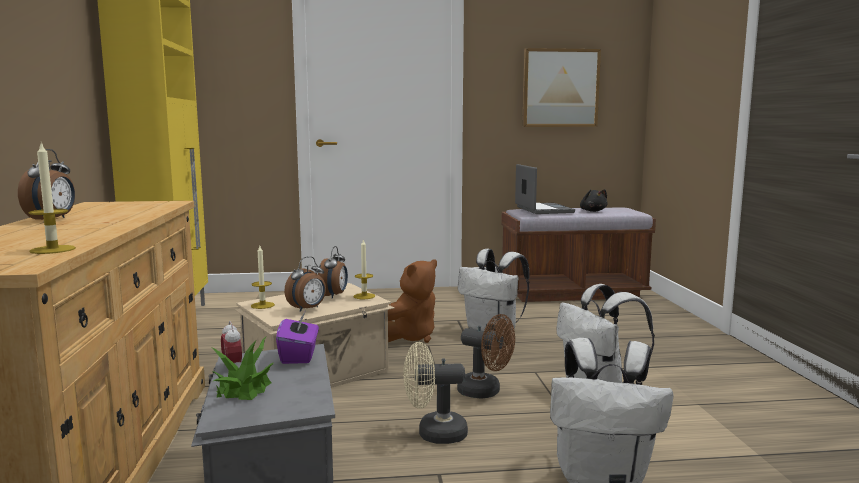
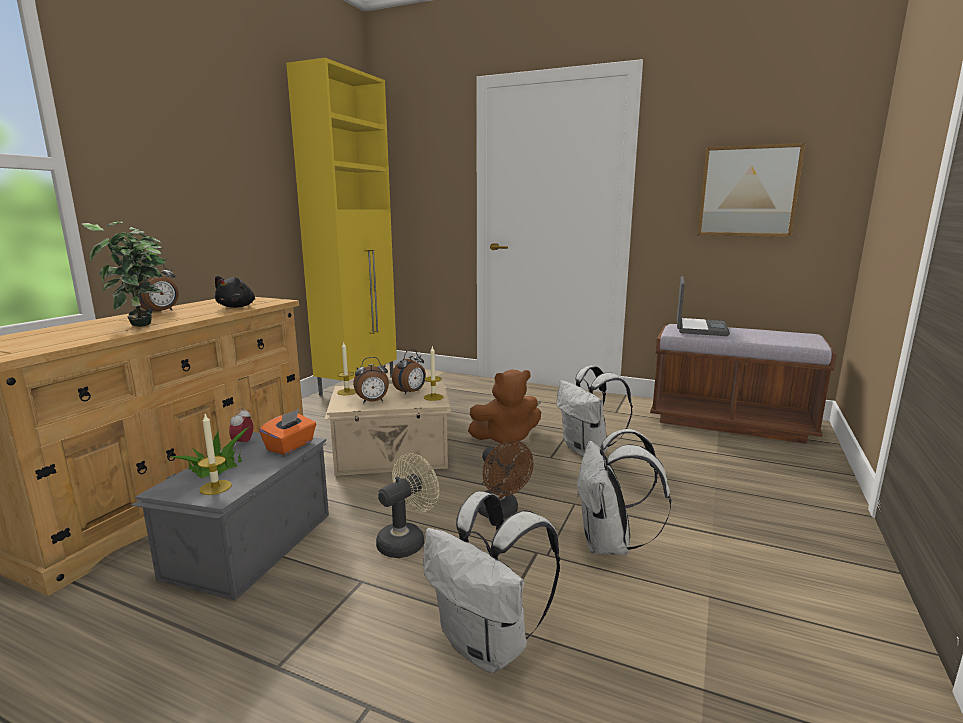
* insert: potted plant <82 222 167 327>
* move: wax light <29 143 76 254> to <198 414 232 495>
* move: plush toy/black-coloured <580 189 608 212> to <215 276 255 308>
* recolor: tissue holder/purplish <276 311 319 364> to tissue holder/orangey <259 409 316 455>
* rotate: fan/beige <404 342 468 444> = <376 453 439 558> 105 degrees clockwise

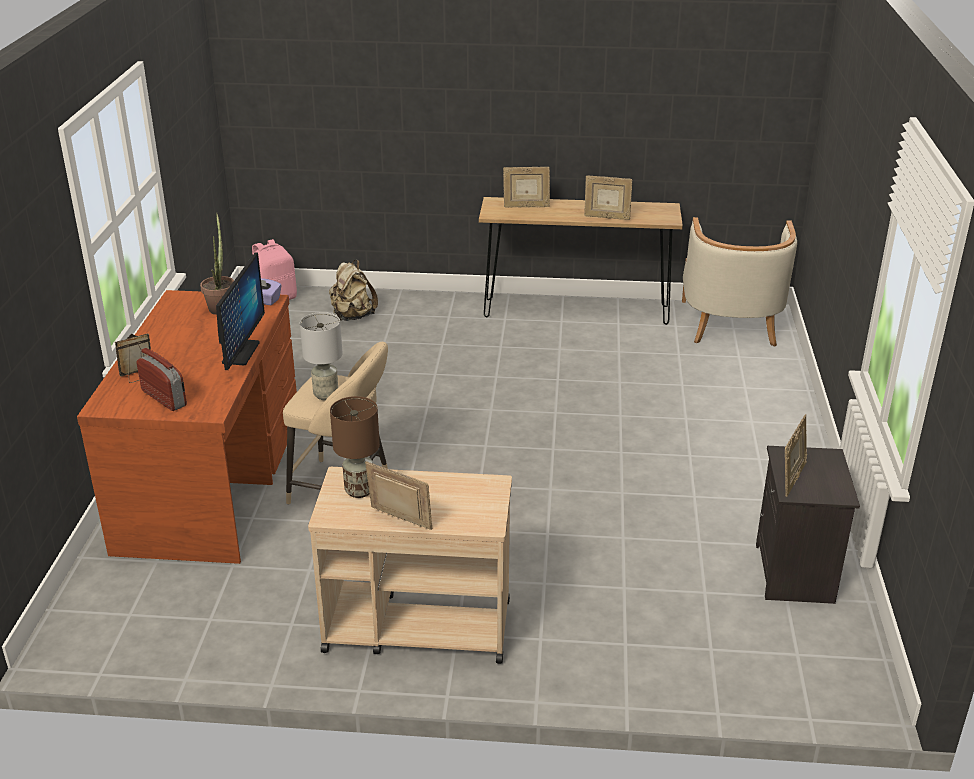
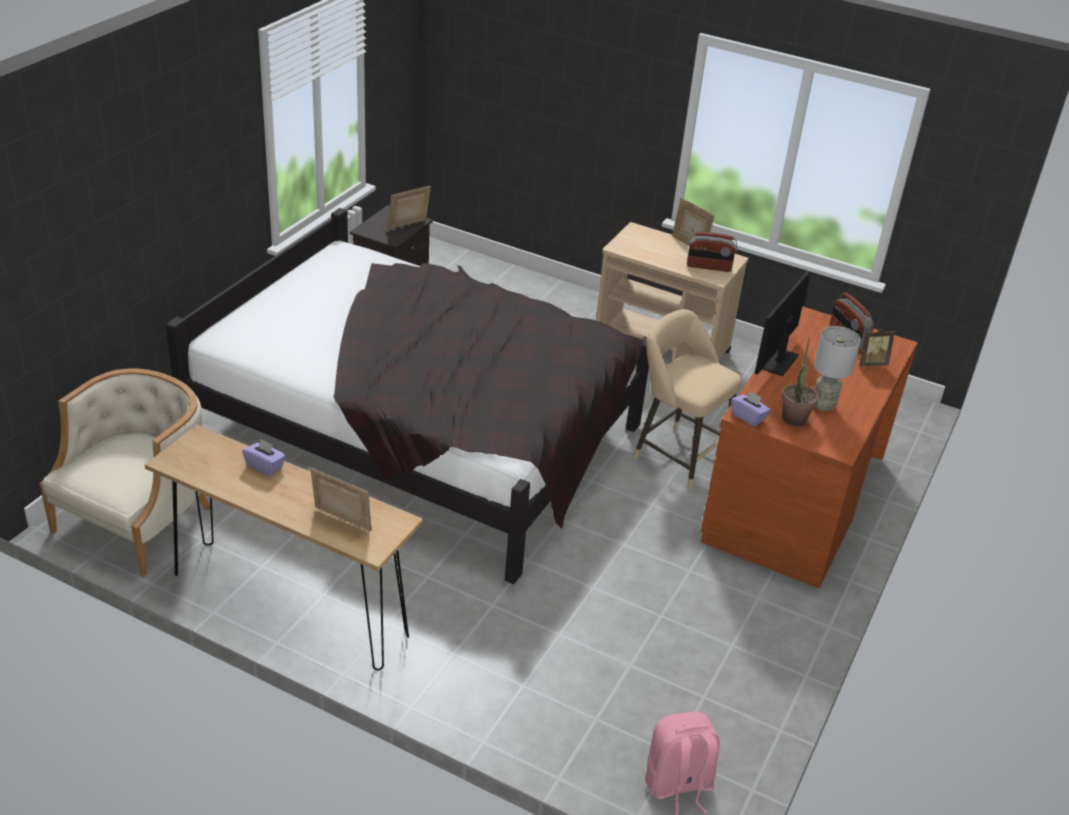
* delete: rucksack/beige <329 260 378 321>
* insert: sleeping bed/black-coloured <166 208 649 584>
* move: table lamp/grey <300 312 343 400> to <814 326 861 411>
* replace: table lamp/brown-coloured <330 396 380 498> to radio <687 232 737 272>
* replace: standing frame <584 175 632 220> to tissue holder/purplish <242 438 286 476>

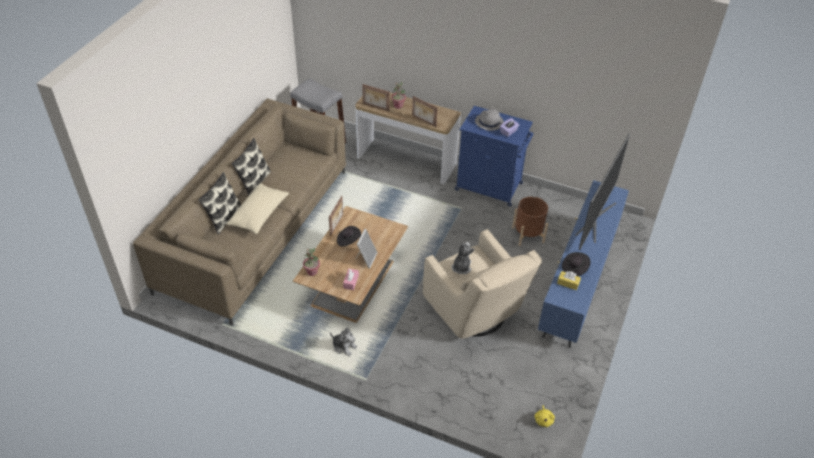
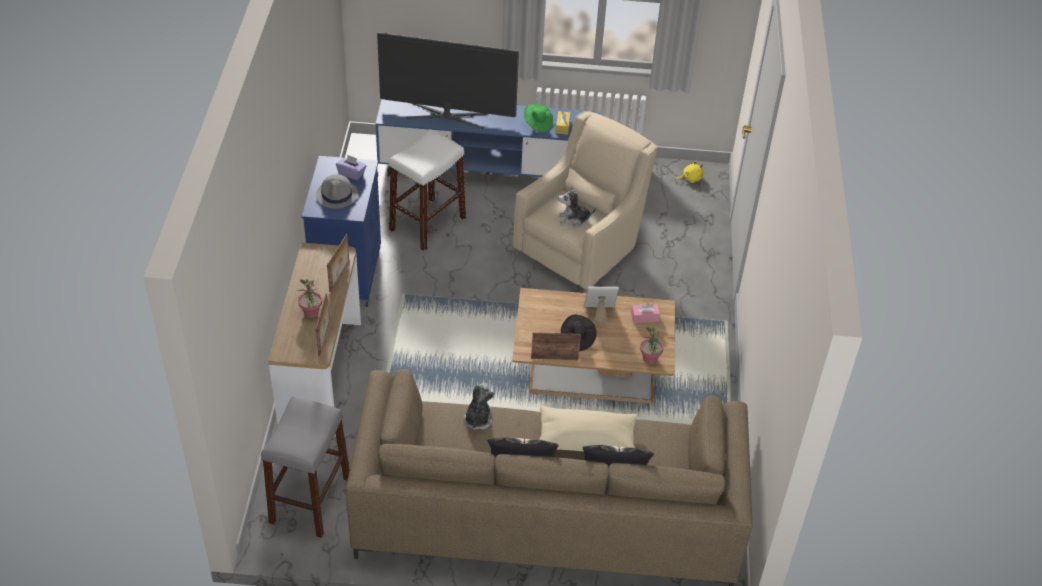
* move: plush toy <330 327 357 356> to <464 382 495 429>
* replace: planter/brown-coloured <512 197 548 246> to stool seat/white <389 129 466 251>
* recolor: hat/black-coloured <562 252 590 276> to hat/green <524 104 553 133>

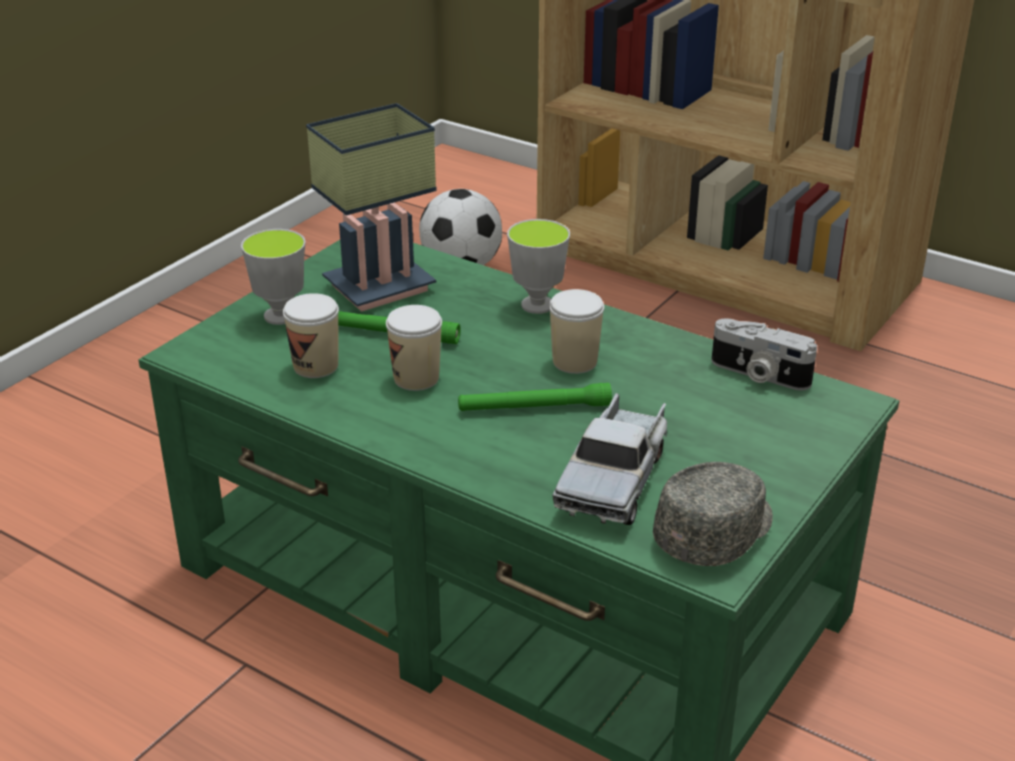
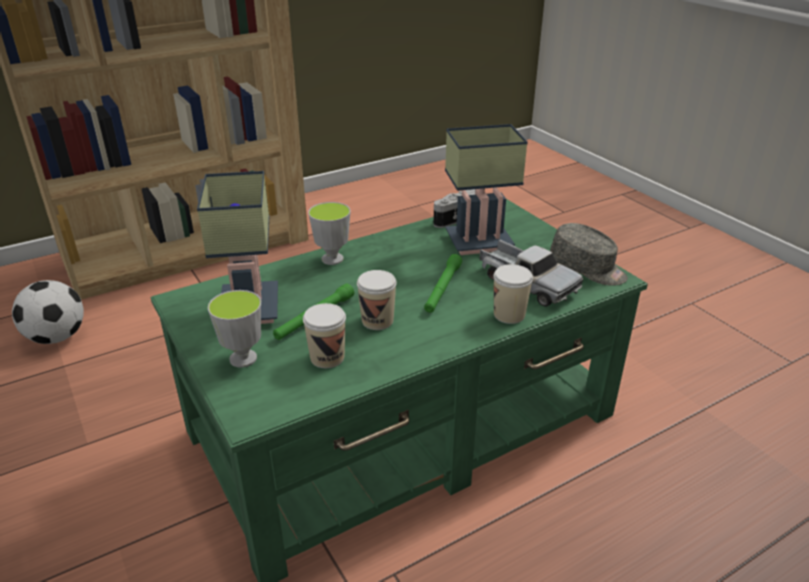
* insert: table lamp <445 124 528 255>
* move: small cup <549 289 604 374> to <493 264 533 324>
* rotate: peaked cap/grey <653 462 773 566> = <550 223 628 286> 150 degrees clockwise

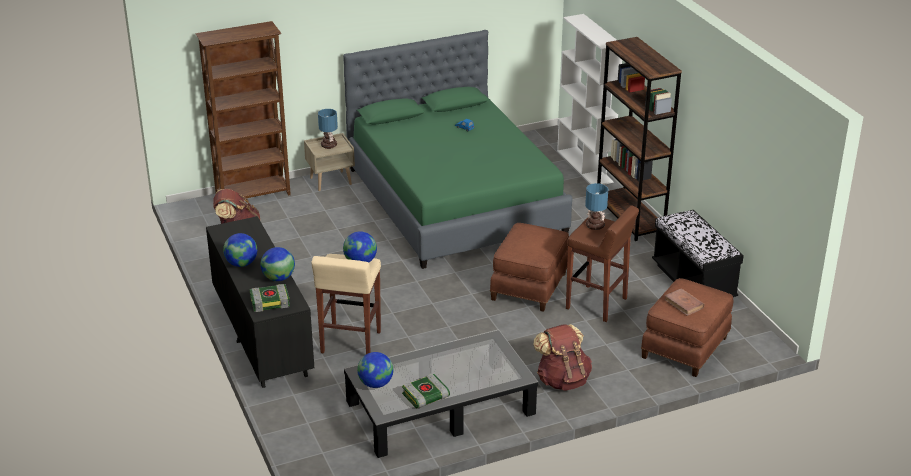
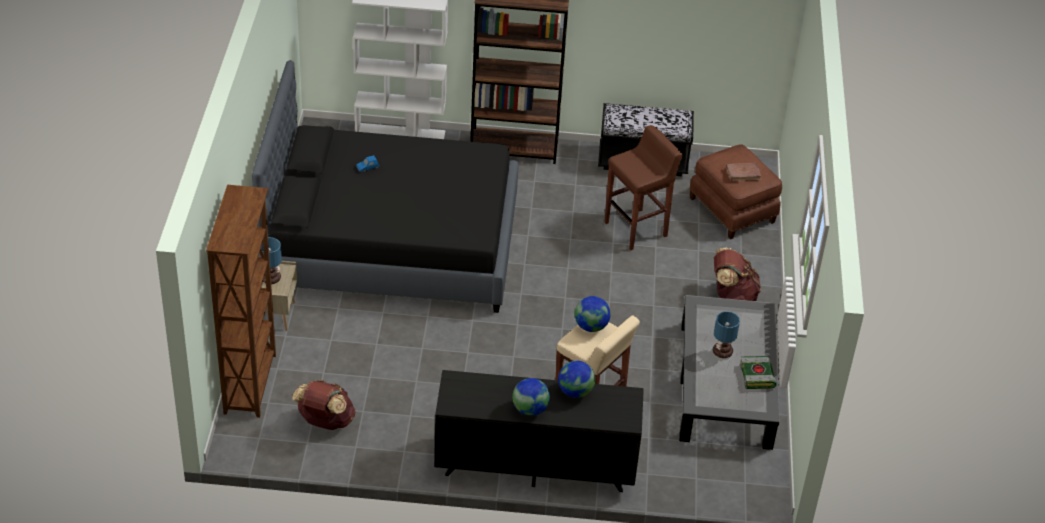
* delete: bound book <250 284 290 312>
* delete: world globe <357 352 393 388>
* delete: footrest/brown-coloured <490 223 569 312>
* move: table lamp <585 183 608 230> to <713 311 740 358>
* recolor: sleeping bed/green <343 30 573 269> to sleeping bed/black-coloured <252 60 519 313>

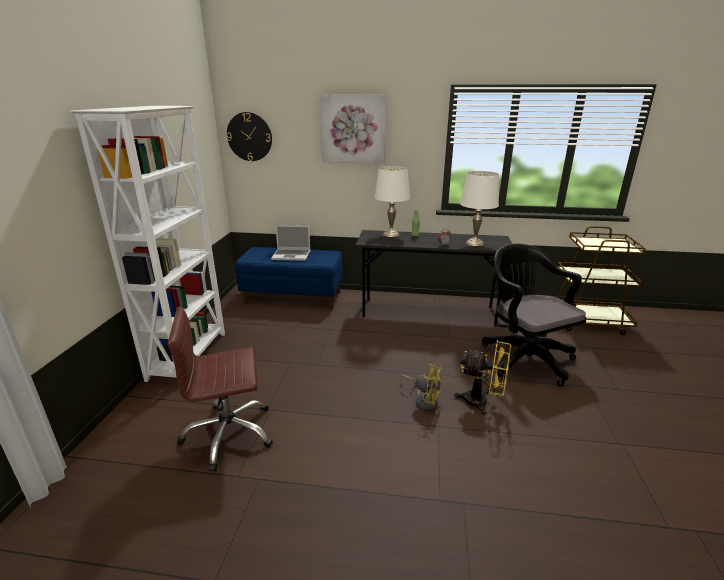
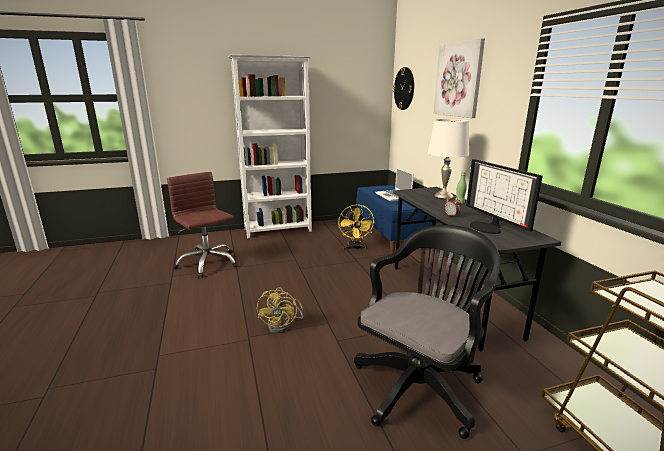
* move: fan/yellowish <454 340 511 415> to <338 204 375 250>
* replace: table lamp/white <460 171 499 246> to computer display <466 159 543 234>

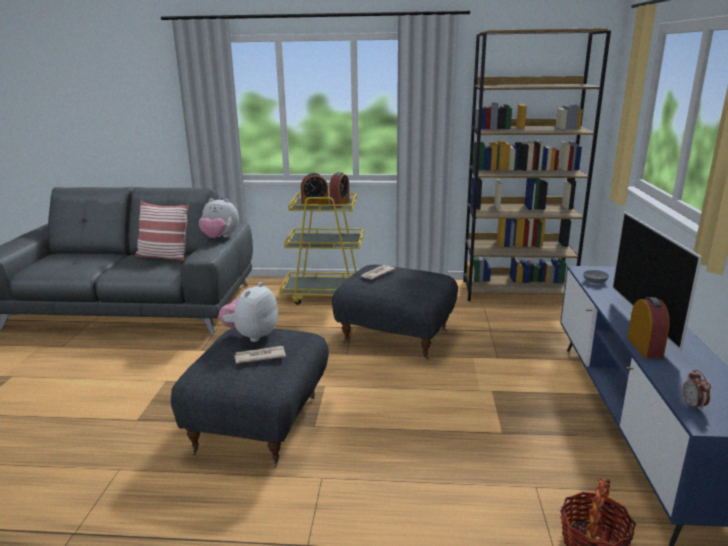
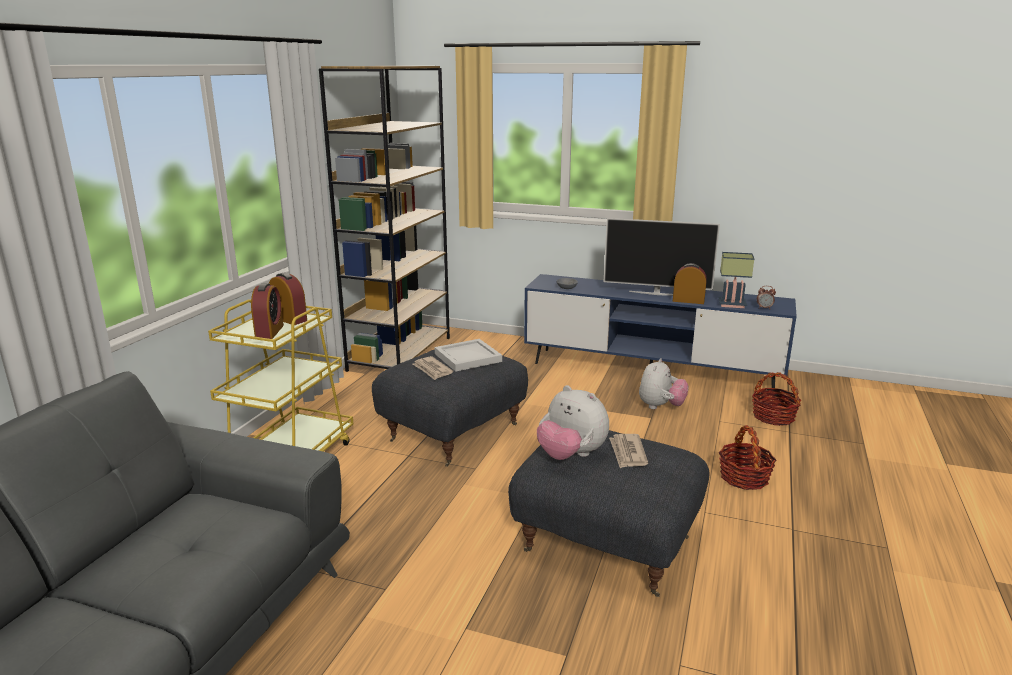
* delete: throw pillow <135 201 189 261>
* insert: tray/white <435 339 502 372>
* insert: table lamp <718 252 754 308>
* insert: storage basket <719 425 776 490>
* move: plush toy <199 198 239 238> to <639 358 689 409>

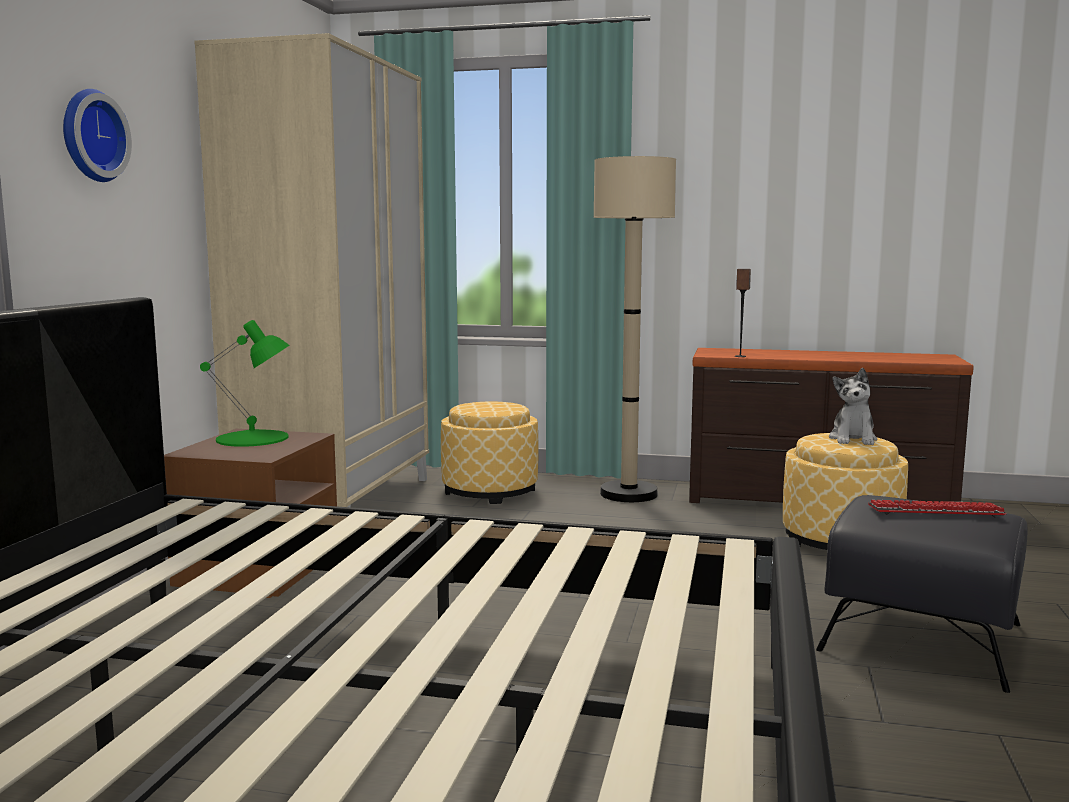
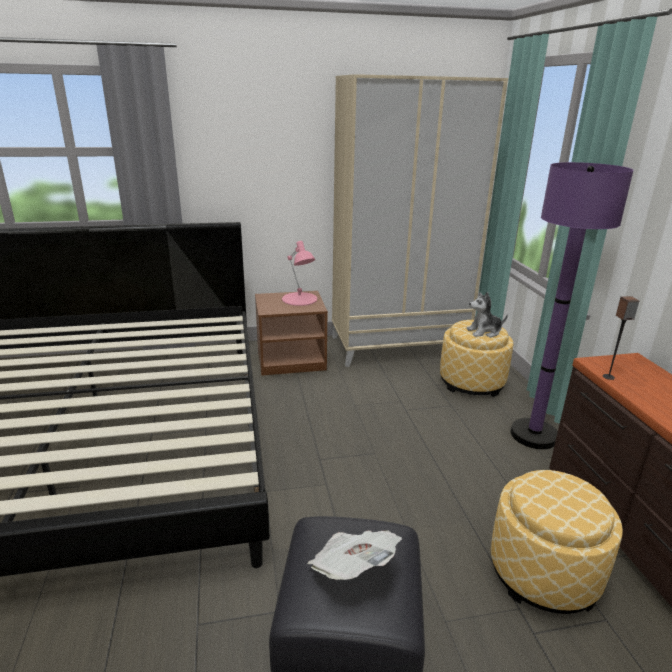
* delete: wall clock <63 89 132 182>
* move: plush toy <829 368 877 445> to <466 292 508 337>
* replace: computer keyboard <868 500 1007 518> to daily paper <307 530 402 580>
* recolor: table lamp/green <200 320 290 447> to table lamp/pinkish <282 241 317 306>
* recolor: floor lamp/beige <593 156 676 502> to floor lamp/purplish <510 162 634 449>

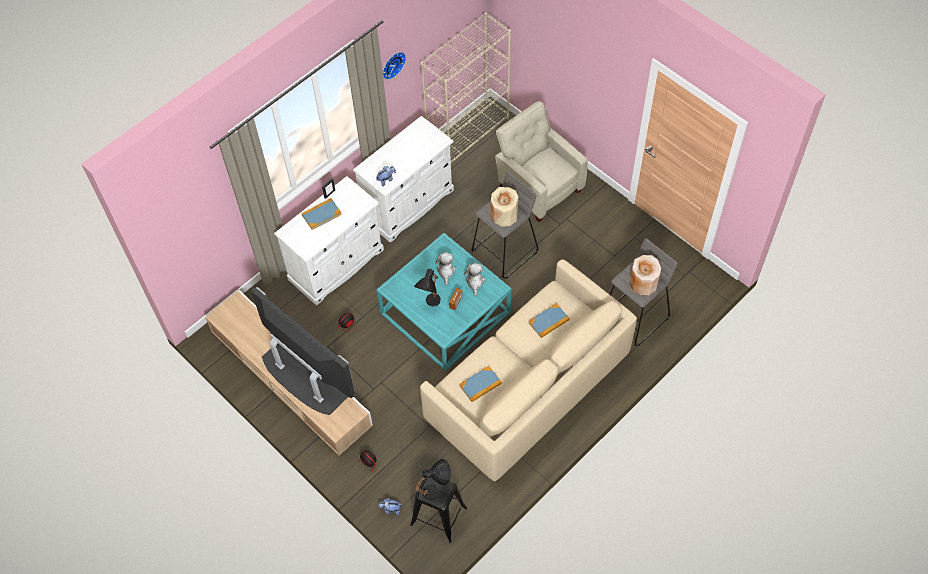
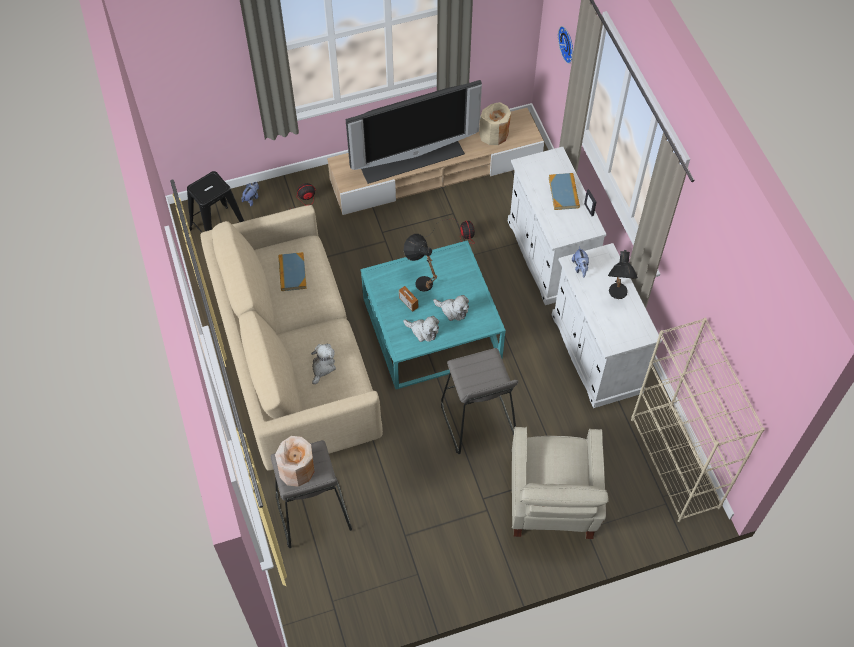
* move: wall clock <383 52 406 80> to <558 26 573 64>
* move: table lamp/black-coloured <415 459 451 500> to <608 250 638 299>
* move: vase/beige <491 187 518 227> to <479 102 511 145>
* replace: bound book <529 303 570 338> to plush toy <311 344 336 384>
* rotate: armchair/beige <495 101 588 222> = <512 427 609 539> 105 degrees clockwise

